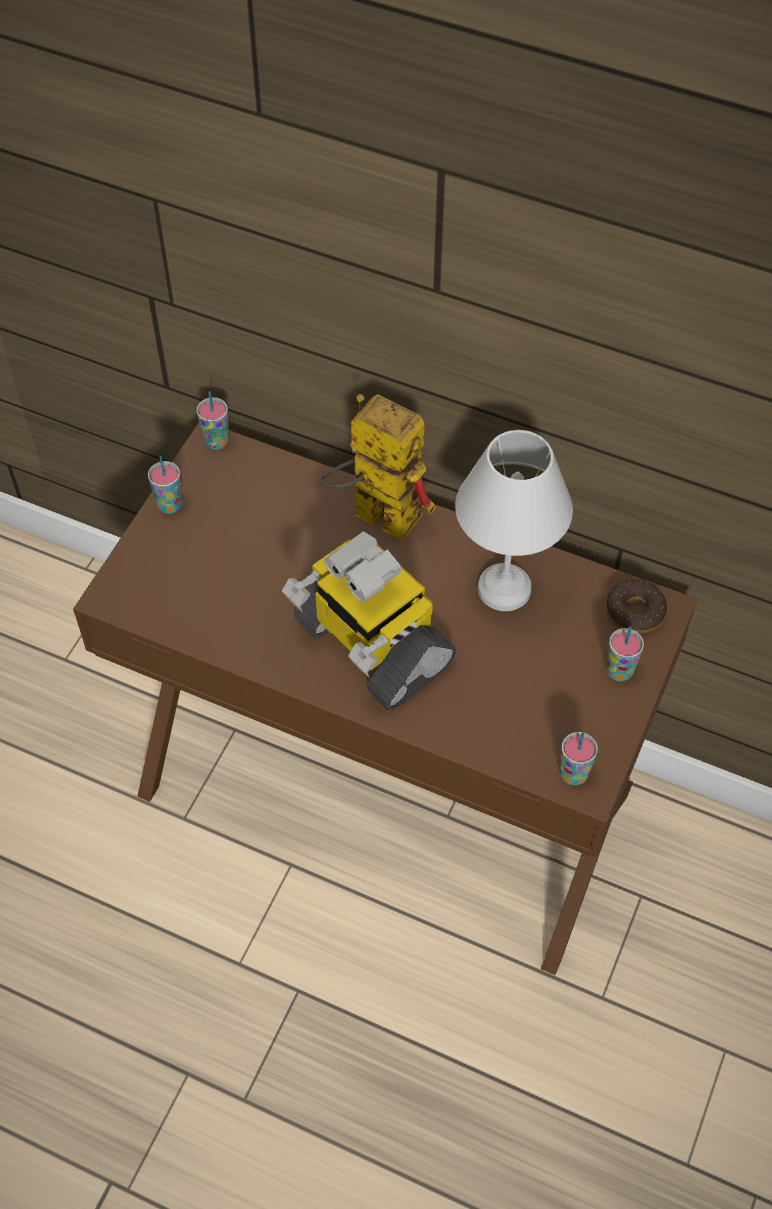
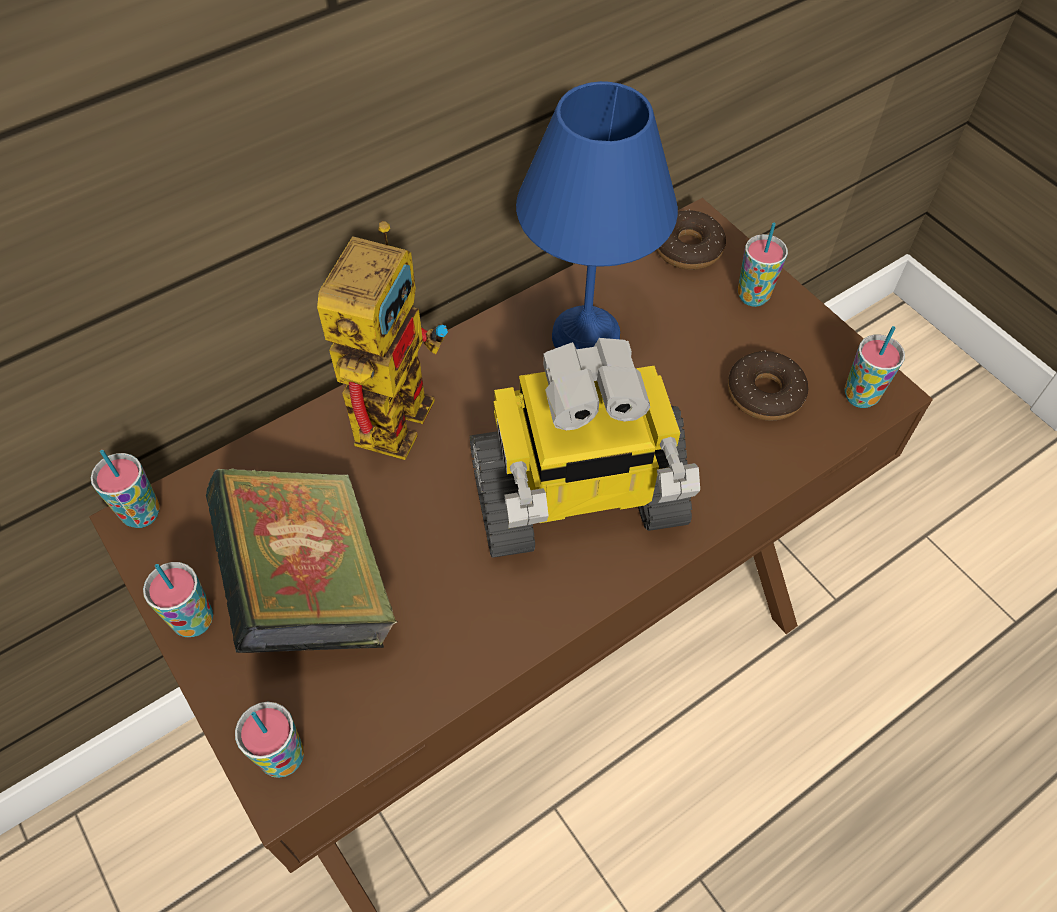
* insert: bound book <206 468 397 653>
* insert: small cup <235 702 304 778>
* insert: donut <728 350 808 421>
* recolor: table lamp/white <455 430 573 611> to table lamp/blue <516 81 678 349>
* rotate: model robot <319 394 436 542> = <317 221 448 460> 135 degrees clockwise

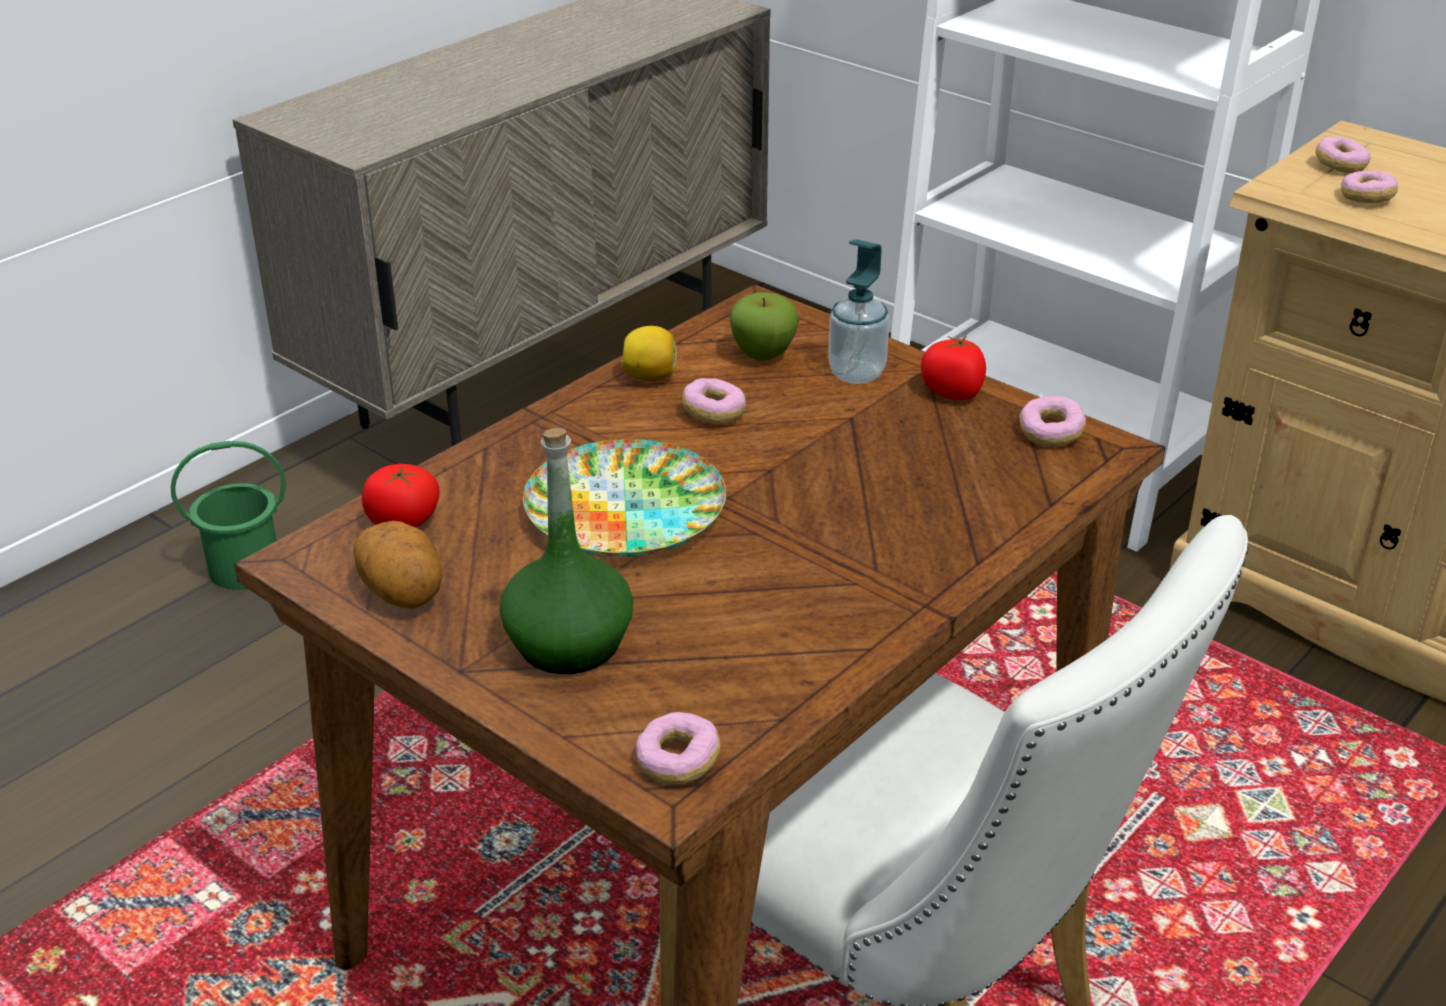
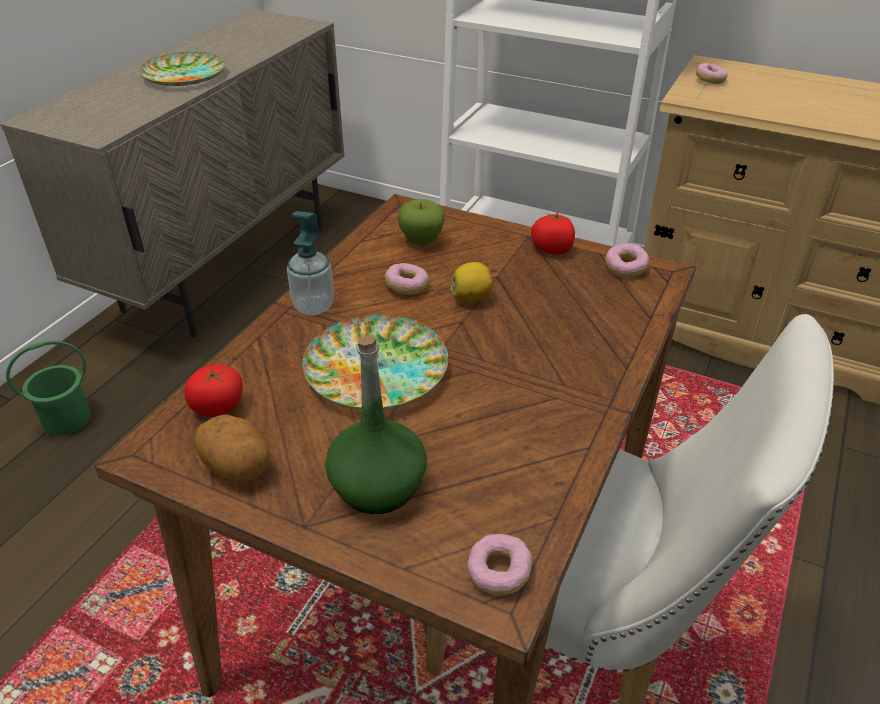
* delete: donut <1341 171 1398 203>
* insert: dinner plate <139 52 225 86>
* move: whole lemon <621 326 677 381> to <451 262 492 302>
* move: soap dispenser <828 239 889 384> to <287 211 334 315>

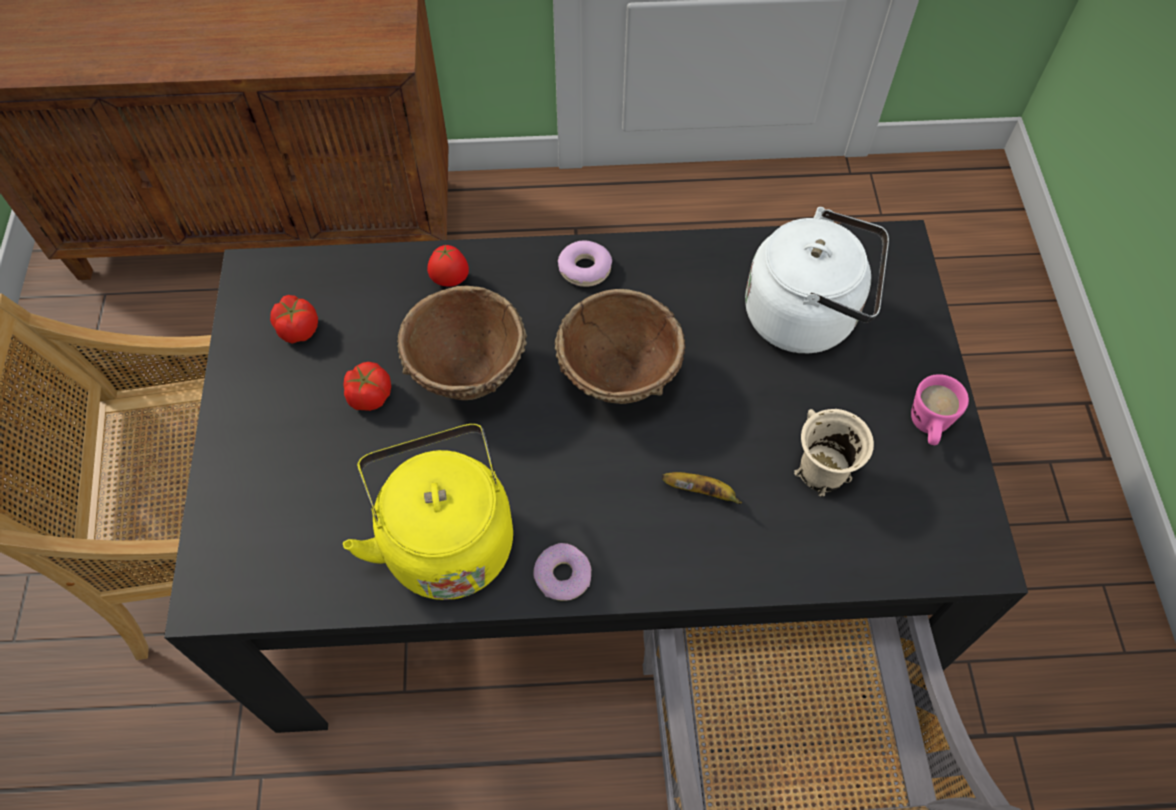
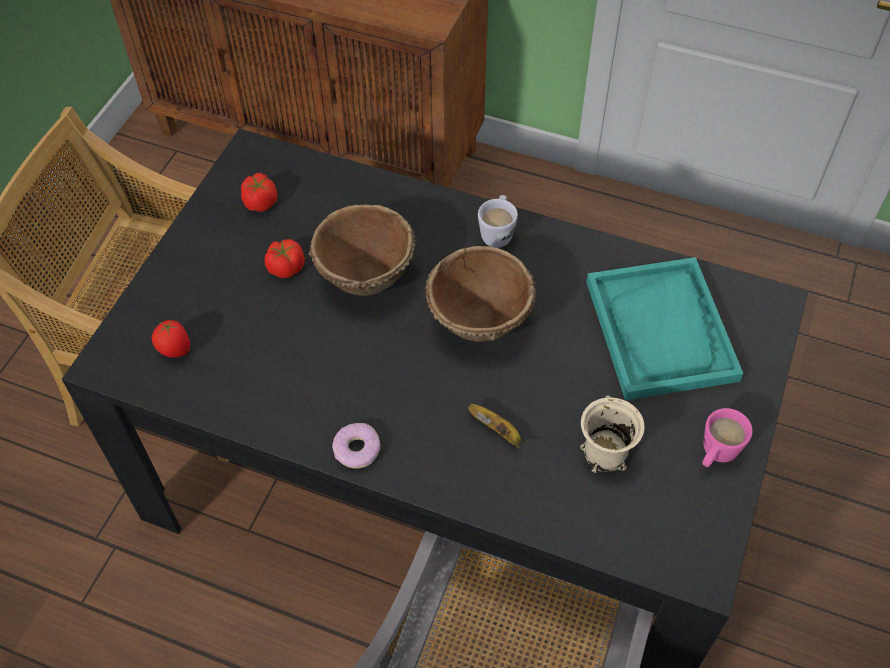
* delete: water kettle/yellowish <343 424 513 600>
* move: fresh tomato <427 244 469 287> to <152 320 190 358>
* replace: donut <558 241 612 287> to coffee mug/white <478 195 518 248>
* replace: water kettle/white <745 207 889 353> to tray/turquoise-coloured <586 257 743 400>

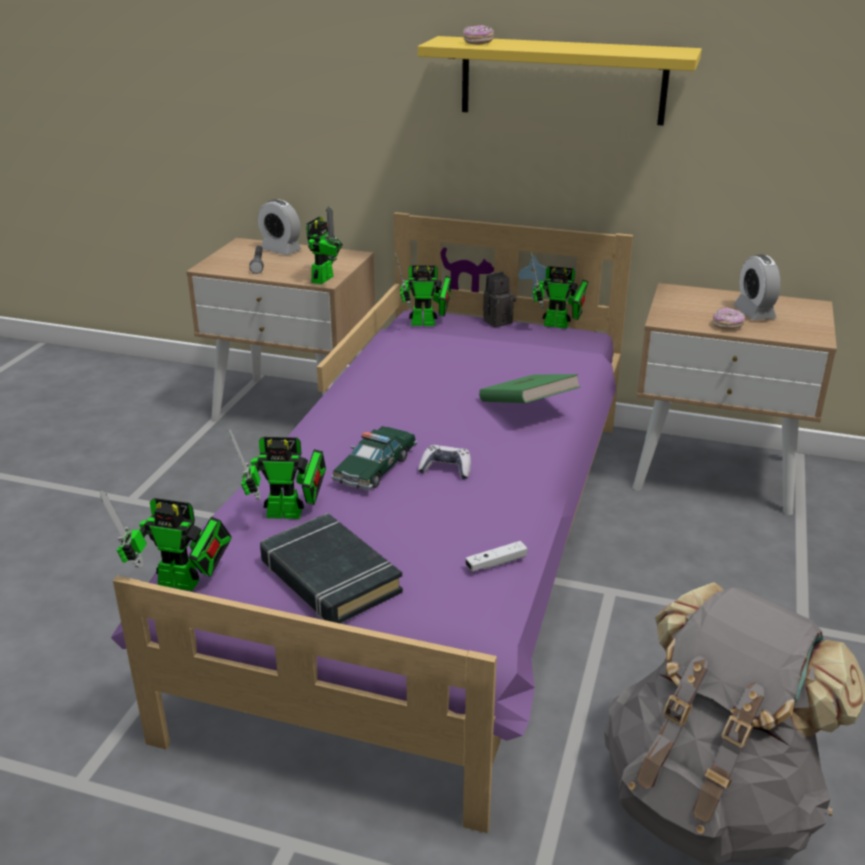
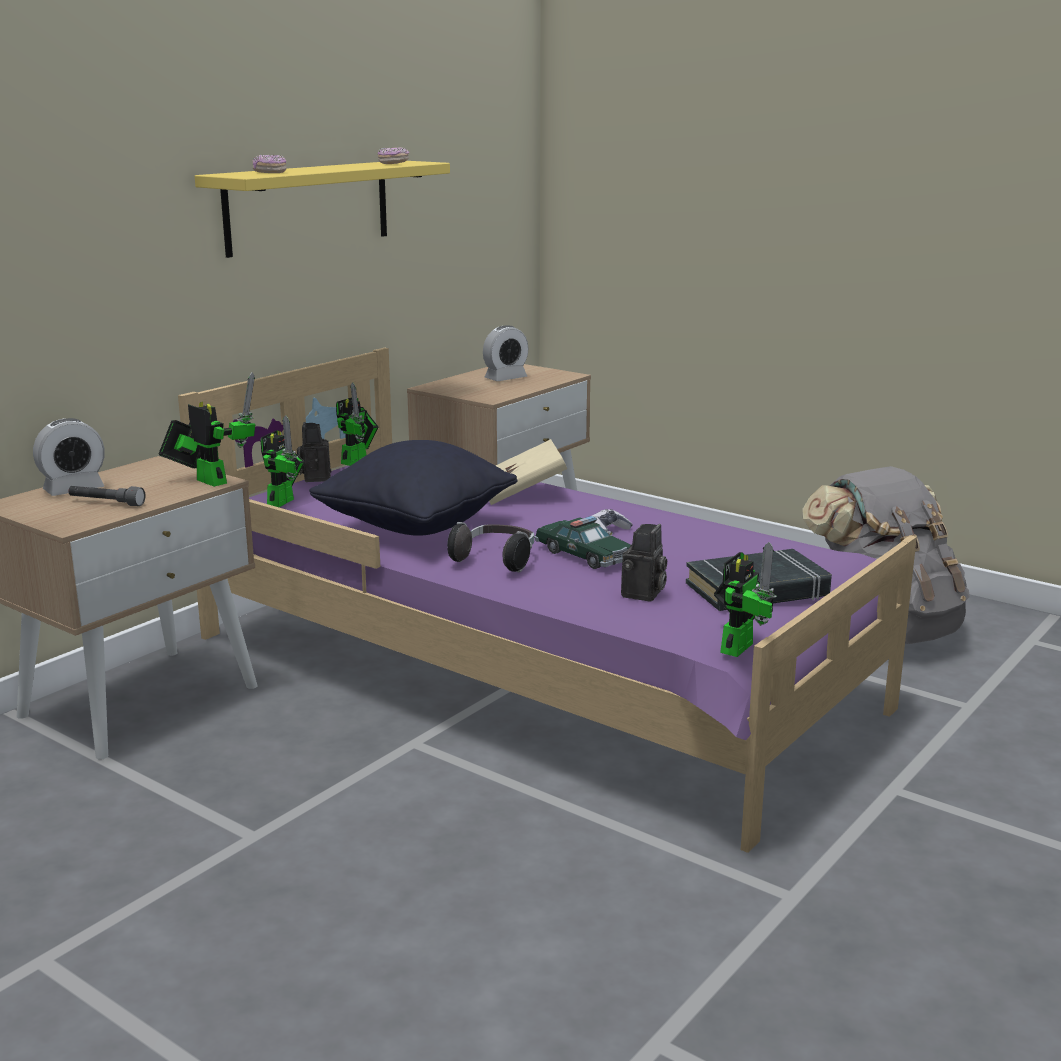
* delete: game controller/white <465 541 527 571>
* insert: throw pillow/black-coloured <309 440 517 536>
* insert: headphones <447 522 534 572>
* move: donut <712 308 745 329> to <378 147 409 164>
* replace: model robot <229 429 326 519> to still camera <621 524 667 602>
* recolor: bound book/green <479 374 581 403> to bound book/beige <489 439 567 505>
* rotate: bedside clock <733 255 781 320> = <483 325 529 381> 45 degrees counterclockwise

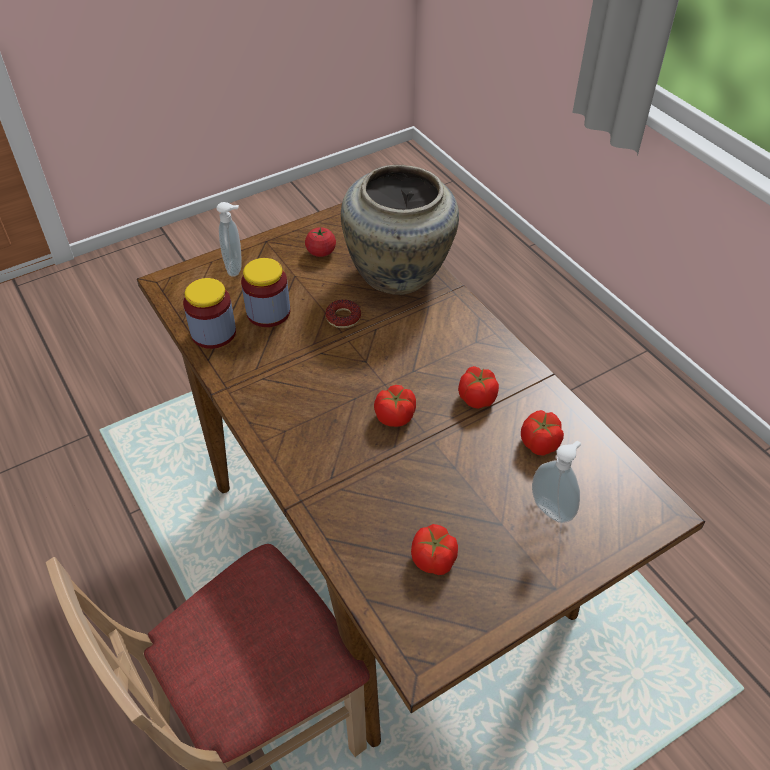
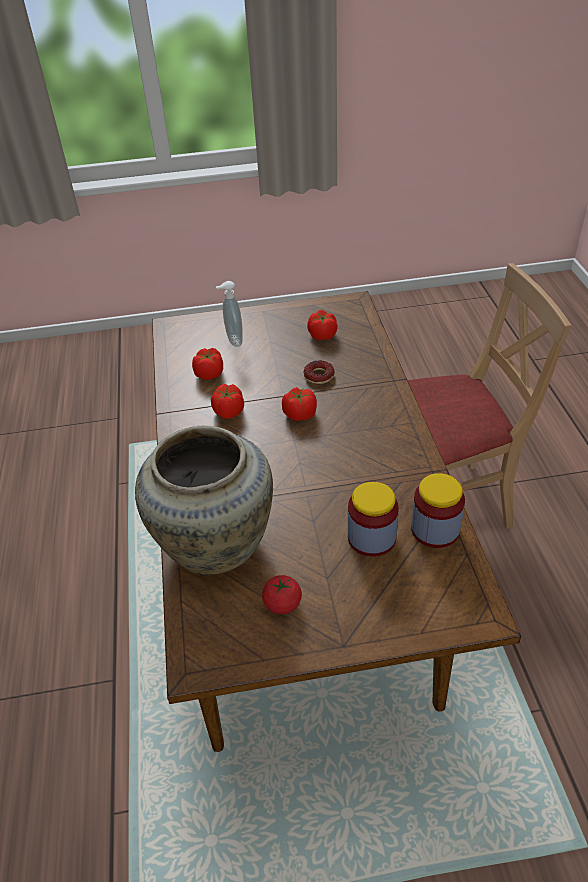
* delete: soap dispenser <216 202 242 277>
* move: donut <325 300 361 328> to <304 361 335 384>

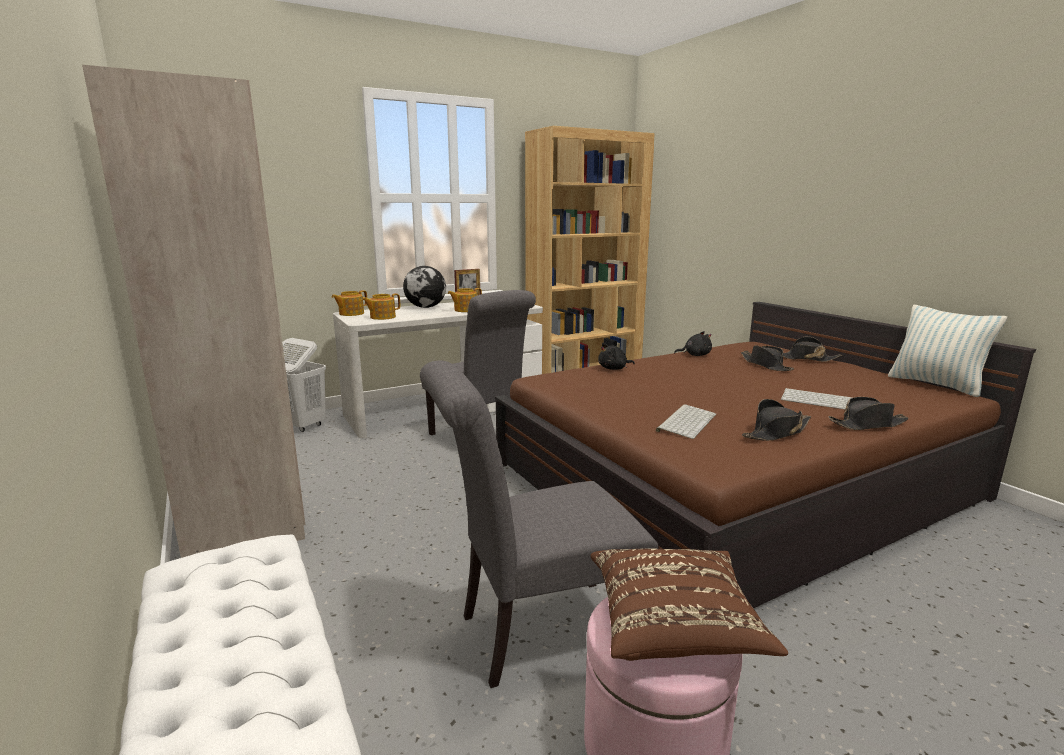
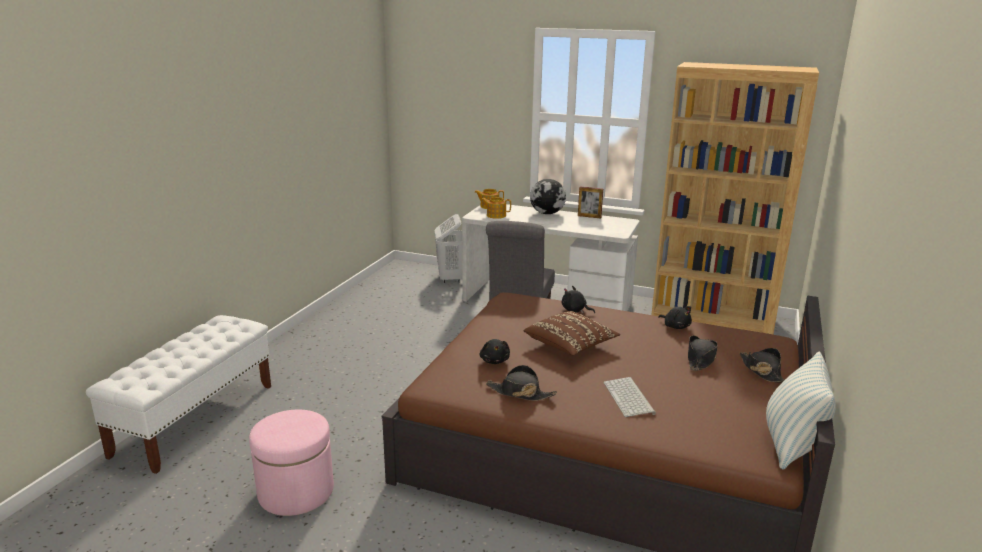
* delete: clothes cupboard/beige <82 65 305 558>
* delete: plain chair/grey <420 360 659 688>
* delete: pot for tea <448 288 482 312>
* delete: hat/black-coloured <828 397 909 430>
* move: throw pillow/brown-coloured <591 548 788 661> to <524 311 620 356>
* replace: computer keyboard <656 404 716 439> to plush toy/black-coloured <480 339 510 364>

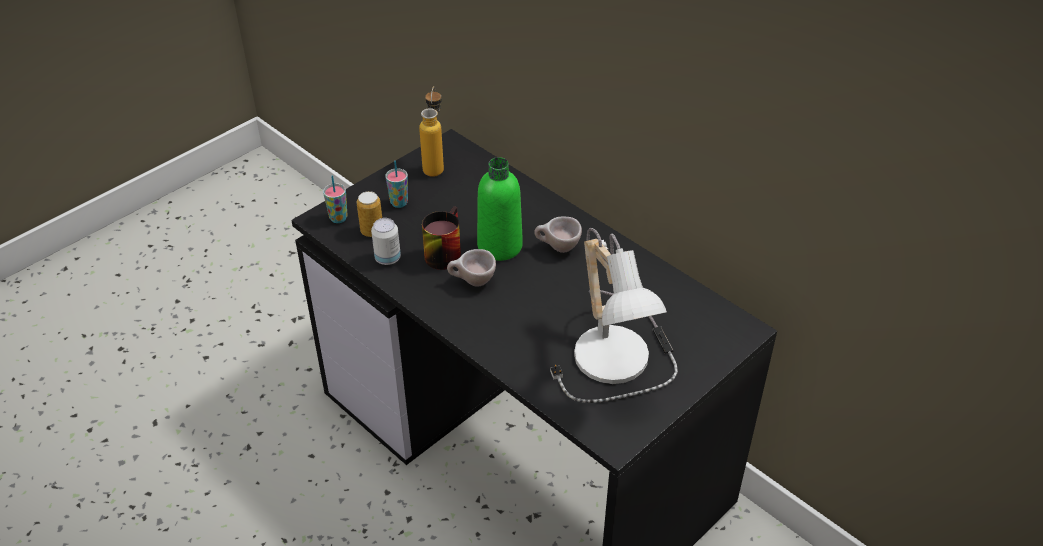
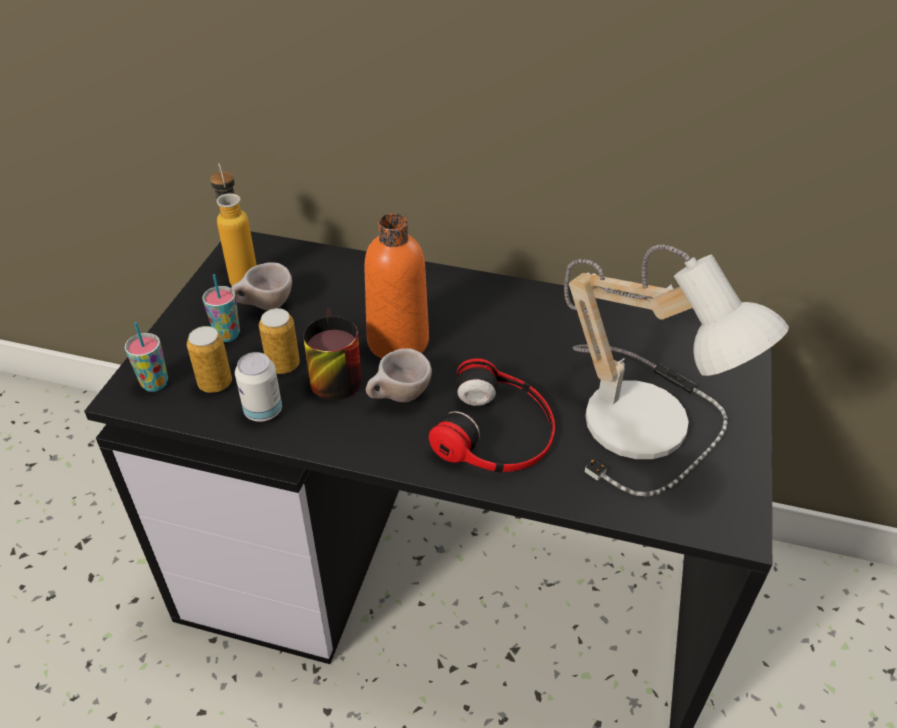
* insert: metal can <259 308 300 374>
* insert: headphones <429 358 555 473>
* move: small cup/beige <534 216 582 253> to <231 262 292 310>
* recolor: bottle/green <477 157 523 261> to bottle/orangey <364 214 429 359>

